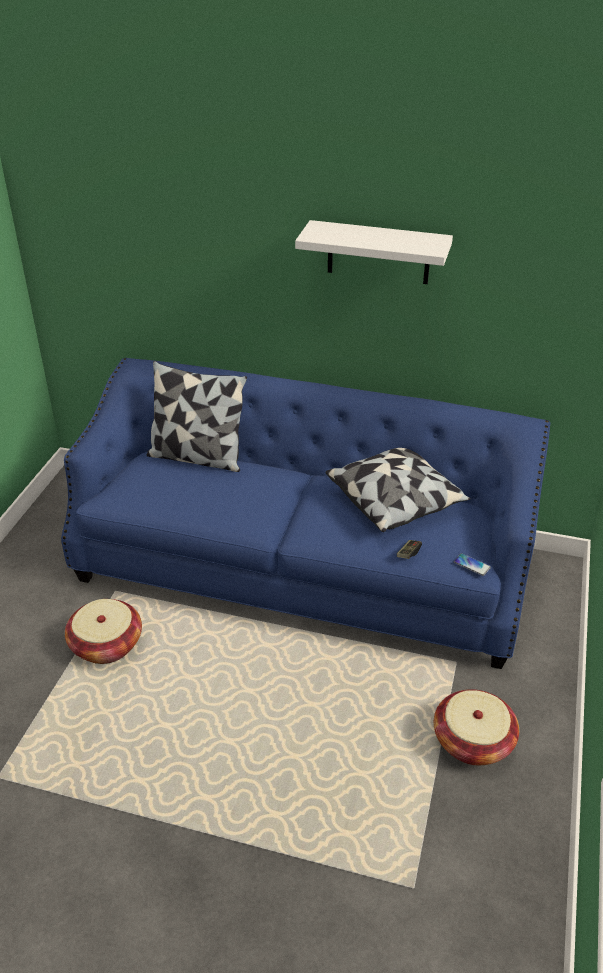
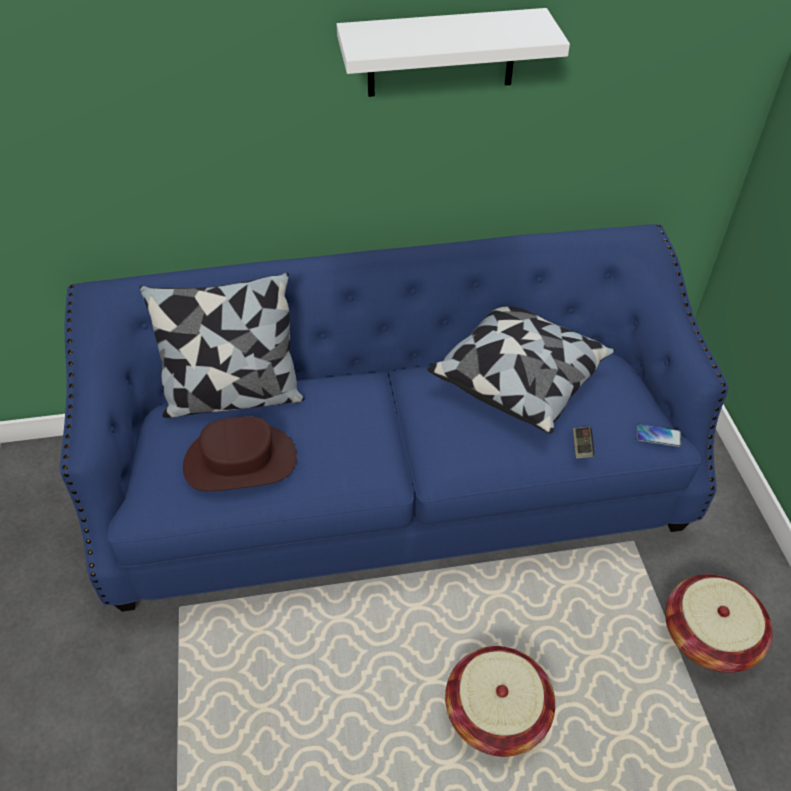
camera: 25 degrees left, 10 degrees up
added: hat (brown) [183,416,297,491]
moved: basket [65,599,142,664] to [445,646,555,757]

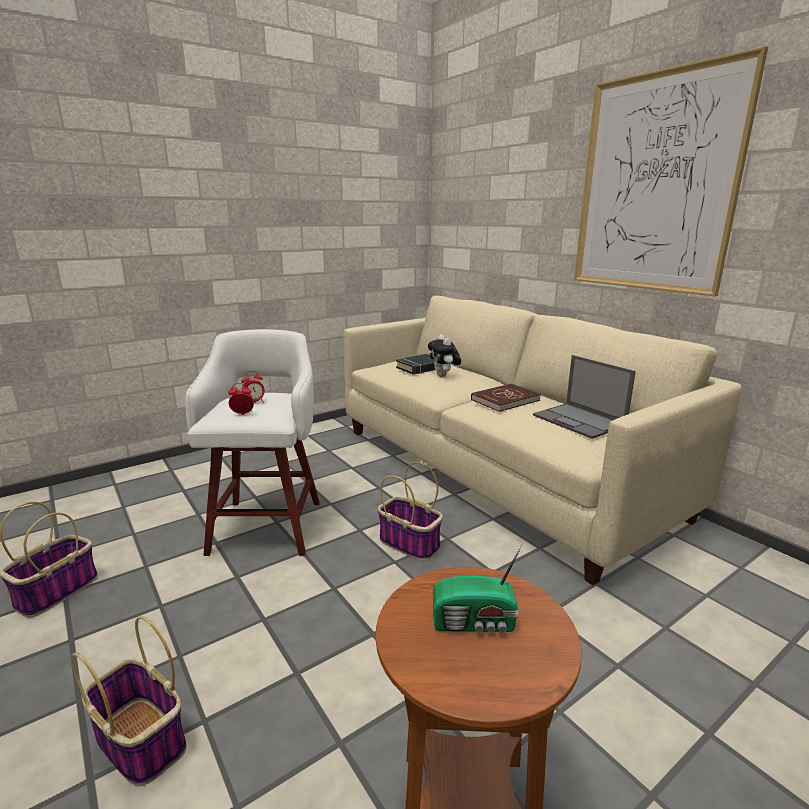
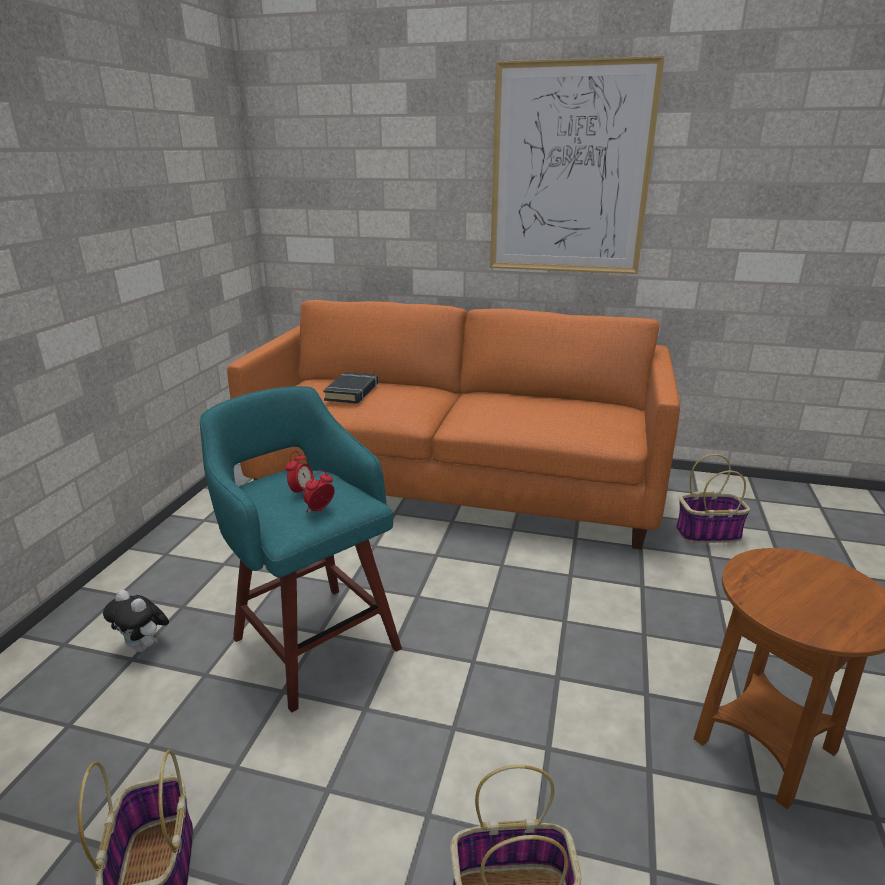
camera: 40 degrees left, 5 degrees up
removed: radio [433,545,522,633]; book (red) [471,384,541,412]; laptop [533,355,636,439]
moved: plush toy [428,334,461,377] to [103,590,169,652]; basket [378,462,443,561] to [676,454,750,543]
recoloured: stool (white) [185,329,320,556] to stool (turquoise) [200,386,402,712]; sofa (beige) [343,296,742,585] to sofa (orange) [227,300,680,550]

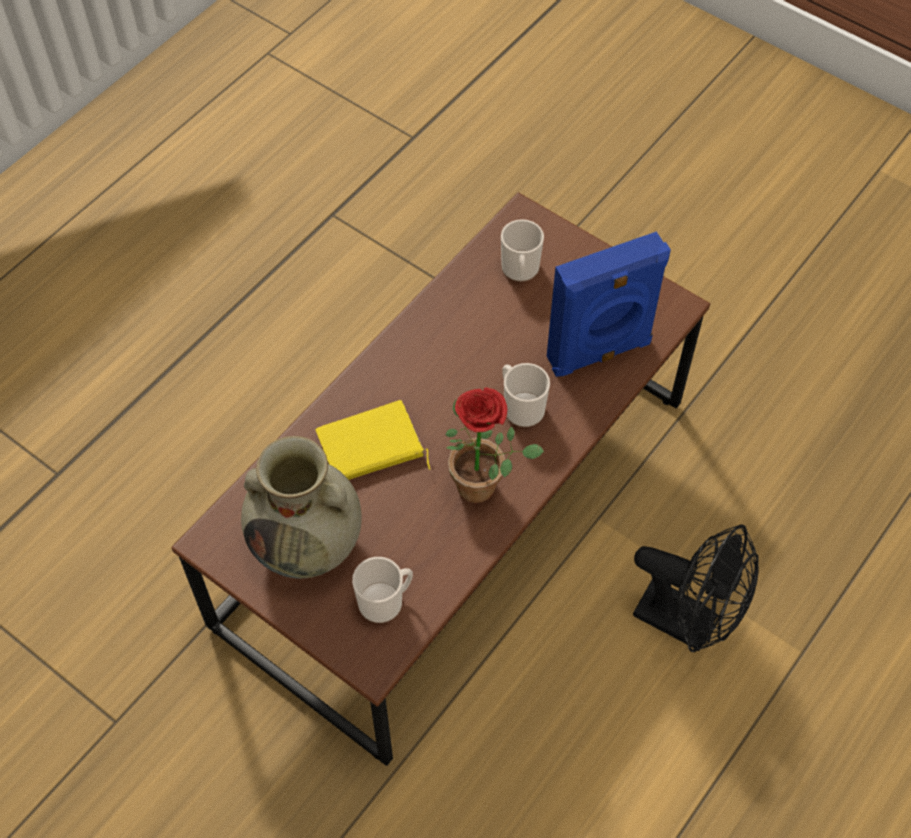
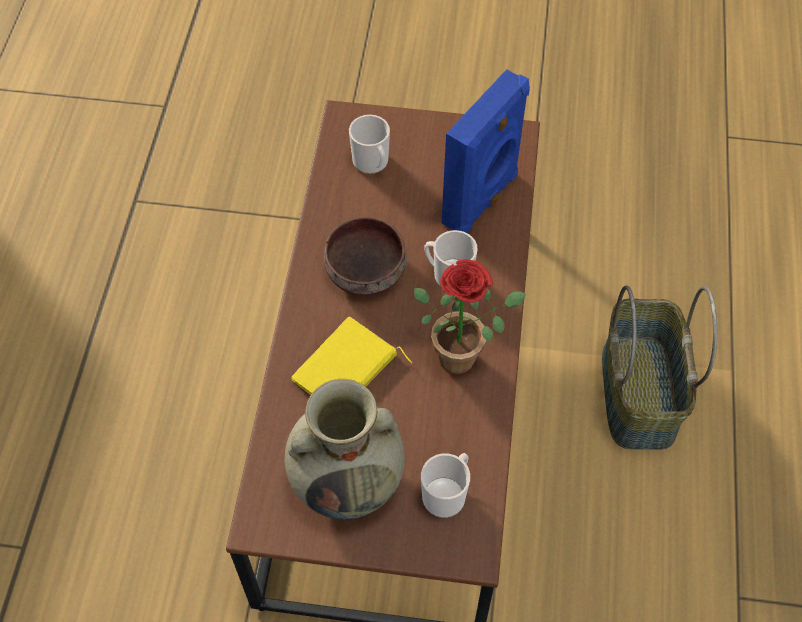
camera: 30 degrees left, 0 degrees up
added: bowl (brown) [324,217,407,296]
replaced: fan (black) [633,524,759,652] to basket [602,286,717,450]

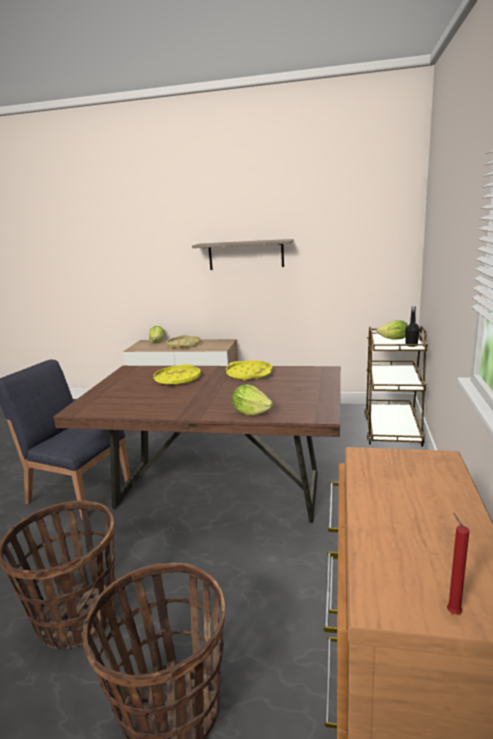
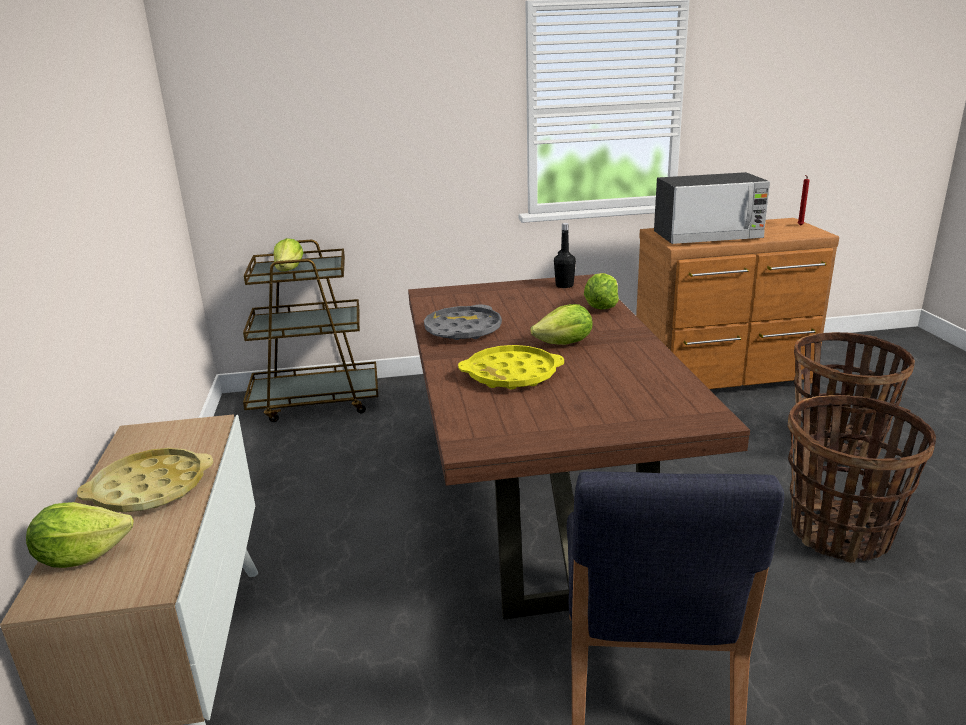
camera: 110 degrees left, 5 degrees up
removed: shelf [192,239,294,270]
added: lettuce [531,304,593,345]; microwave [654,172,770,244]
moved: bottle (black) [405,306,420,347] to [554,223,576,288]
recoloured: tray (yellow) [226,360,273,381] to tray (grey) [424,305,502,340]

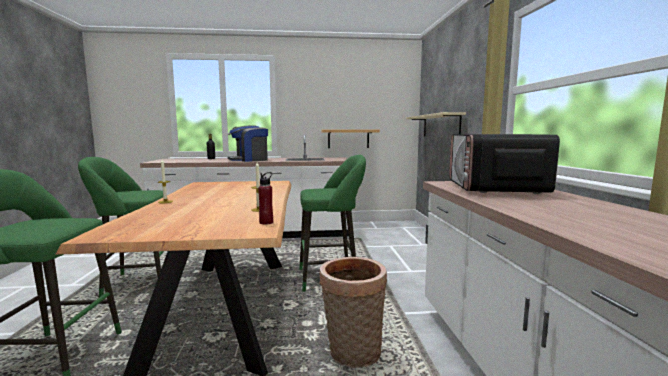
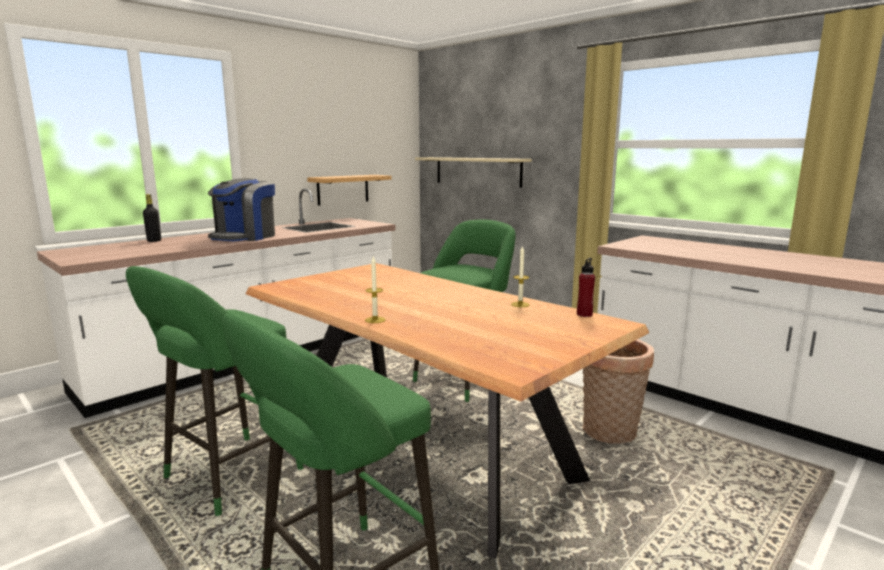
camera: 40 degrees left, 5 degrees up
removed: microwave [449,134,560,194]

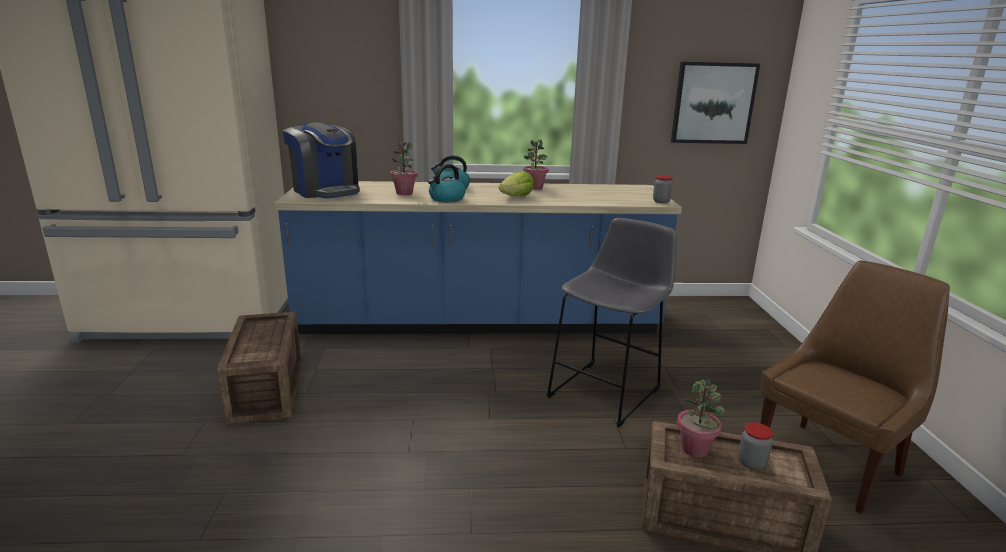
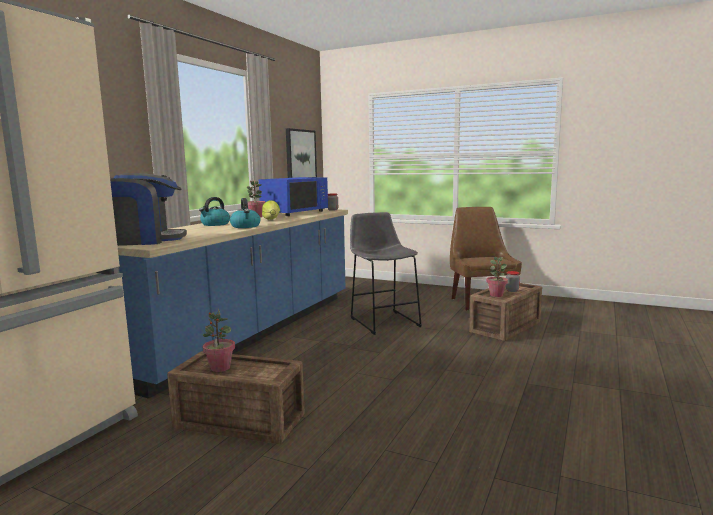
camera: 60 degrees left, 10 degrees down
added: microwave (blue) [259,177,328,216]
moved: potted plant [390,142,418,195] to [202,309,235,372]

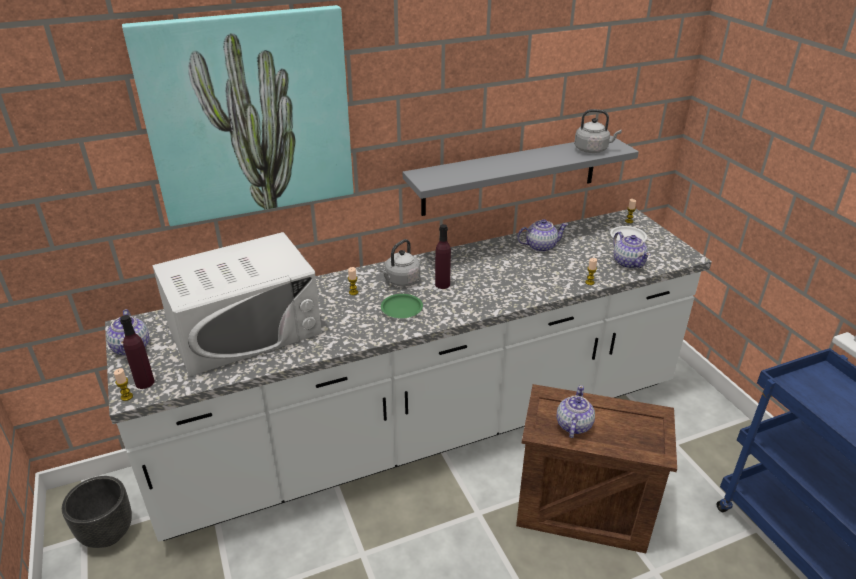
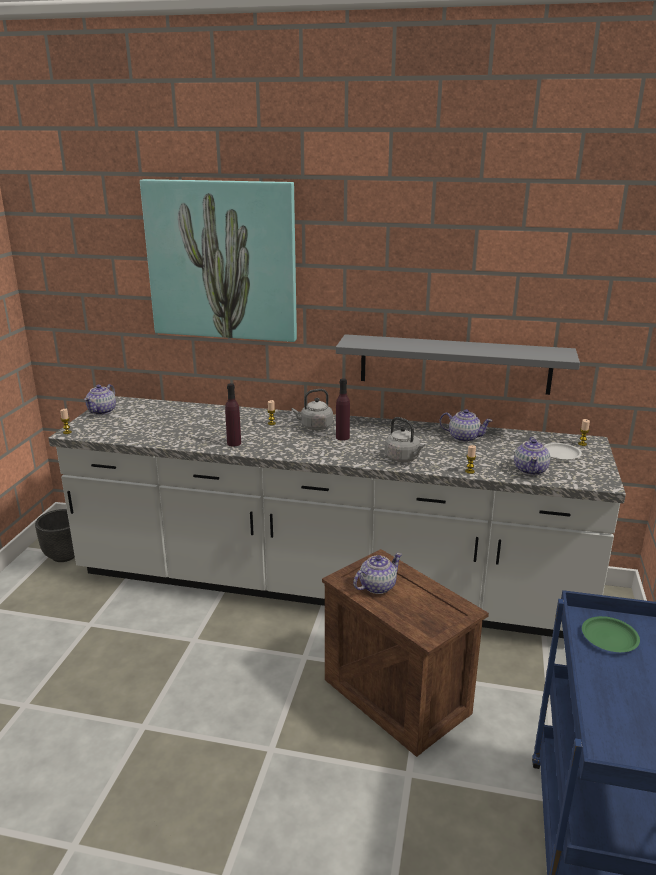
camera: 35 degrees right, 10 degrees down
removed: microwave (white) [152,232,322,377]
moved: bottle (purple) [120,315,155,389] to [225,383,241,447]; kettle (grey) [574,109,622,153] to [385,417,425,462]; plate (green) [381,294,423,318] to [582,616,640,652]

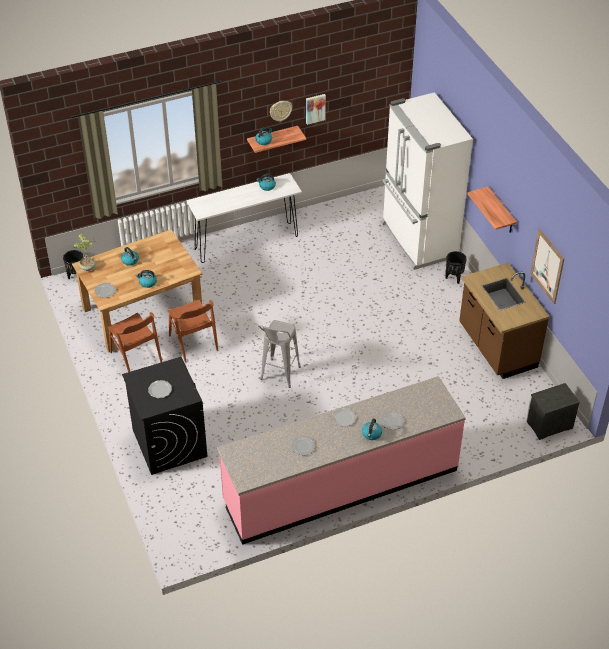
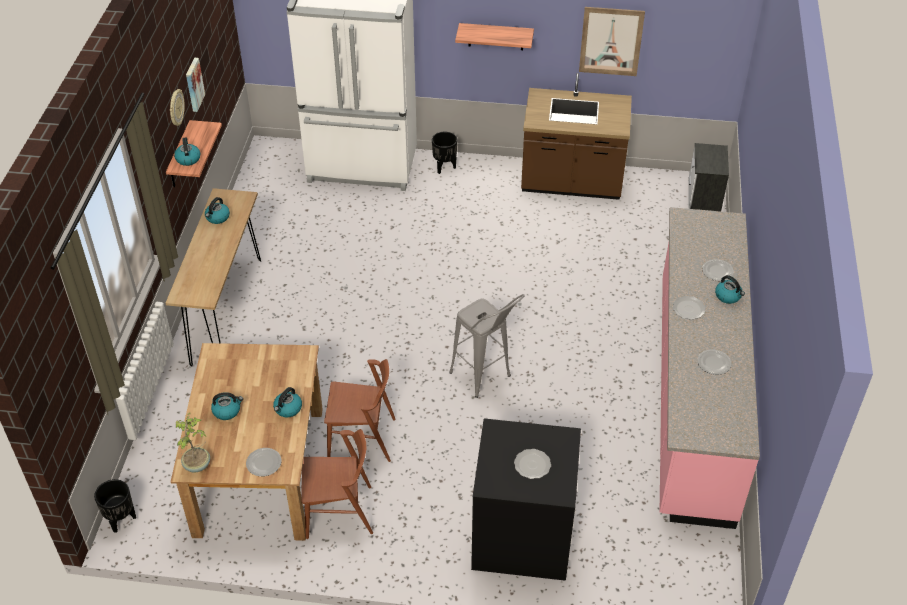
camera: 60 degrees left, 0 degrees up
recoloured: console table (white) [187,173,302,263] to console table (brown) [166,188,261,367]

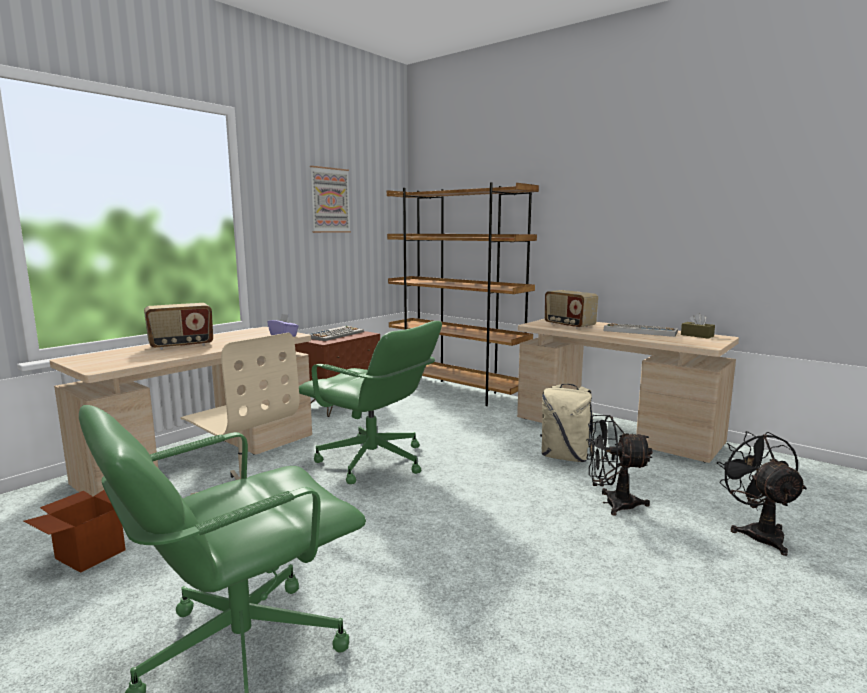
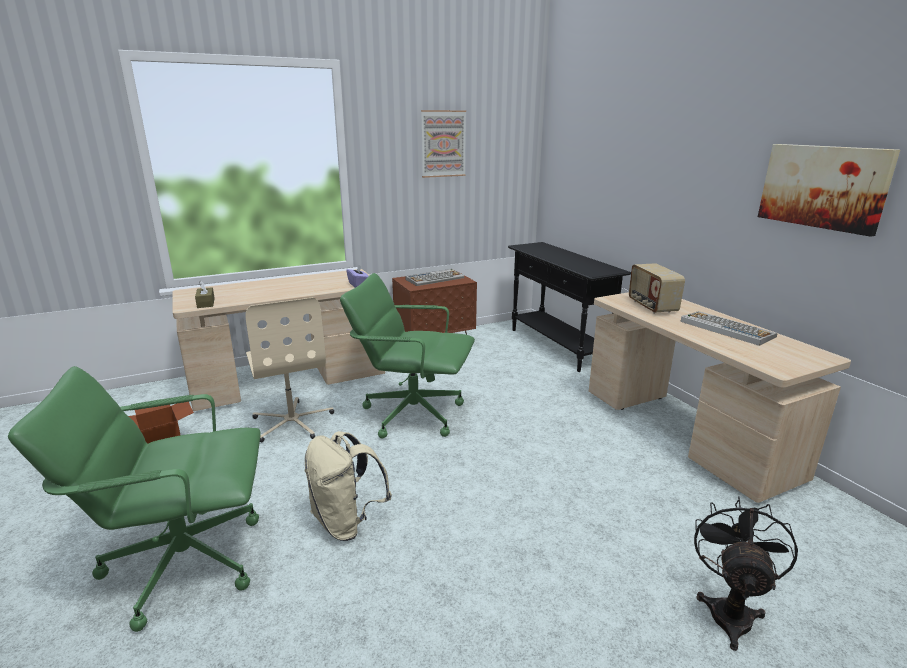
camera: 25 degrees right, 10 degrees up
removed: radio [144,303,213,350]; fan (black) [586,415,652,516]
added: picture [758,144,900,237]
moved: tissue box (brown) [681,313,715,339] to [195,281,215,308]; backpack (beige) [540,383,594,462] to [305,431,392,541]
replaced: bookcase (brown) [387,182,539,406] to console table (black) [508,242,631,372]
turned: office chair (green) [299,321,442,484] = [340,273,475,438] 135 degrees clockwise

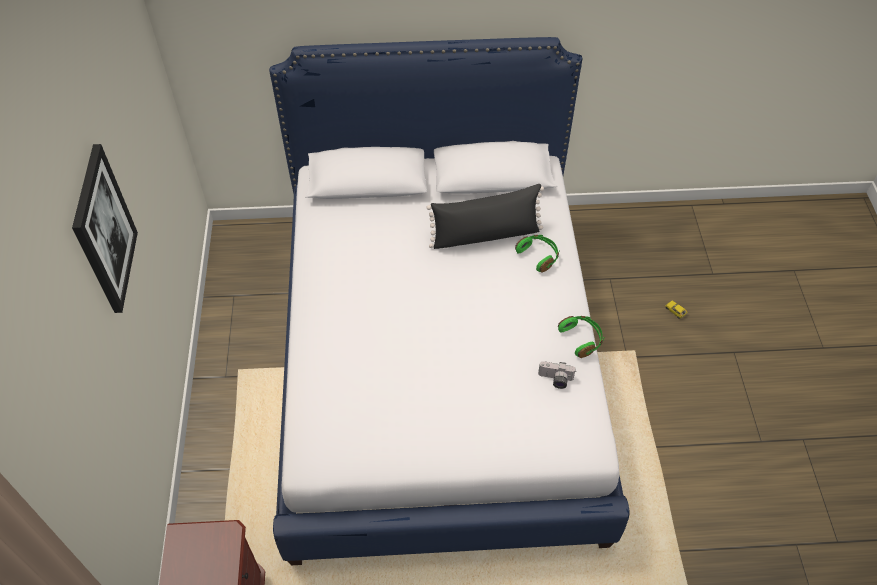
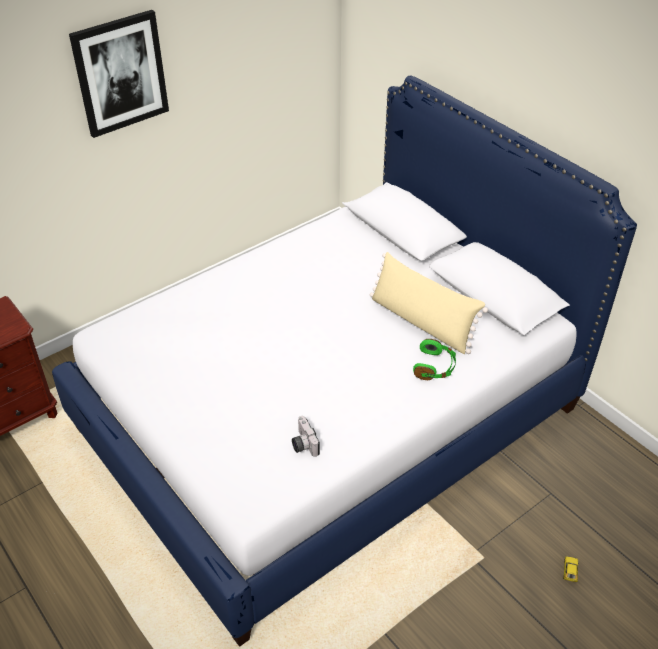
camera: 55 degrees right, 10 degrees down
removed: headphones (green) [558,316,605,358]
recoloured: pillow (black) [426,184,544,249] to pillow (beige) [370,252,488,354]

